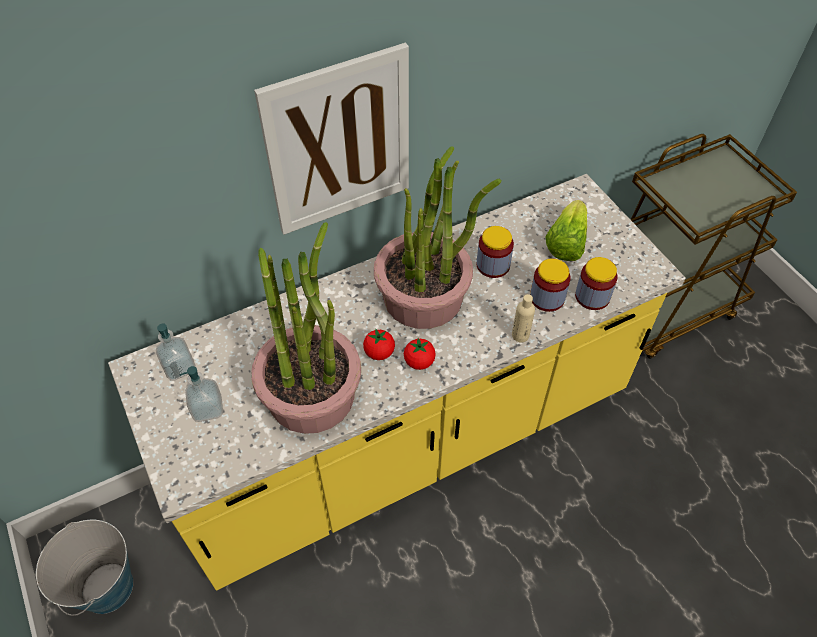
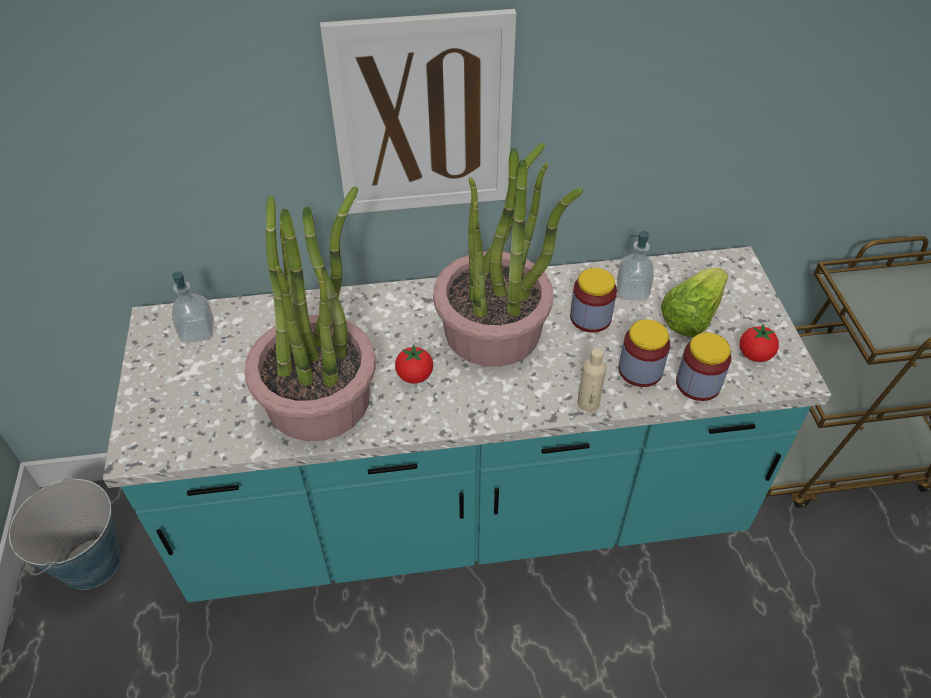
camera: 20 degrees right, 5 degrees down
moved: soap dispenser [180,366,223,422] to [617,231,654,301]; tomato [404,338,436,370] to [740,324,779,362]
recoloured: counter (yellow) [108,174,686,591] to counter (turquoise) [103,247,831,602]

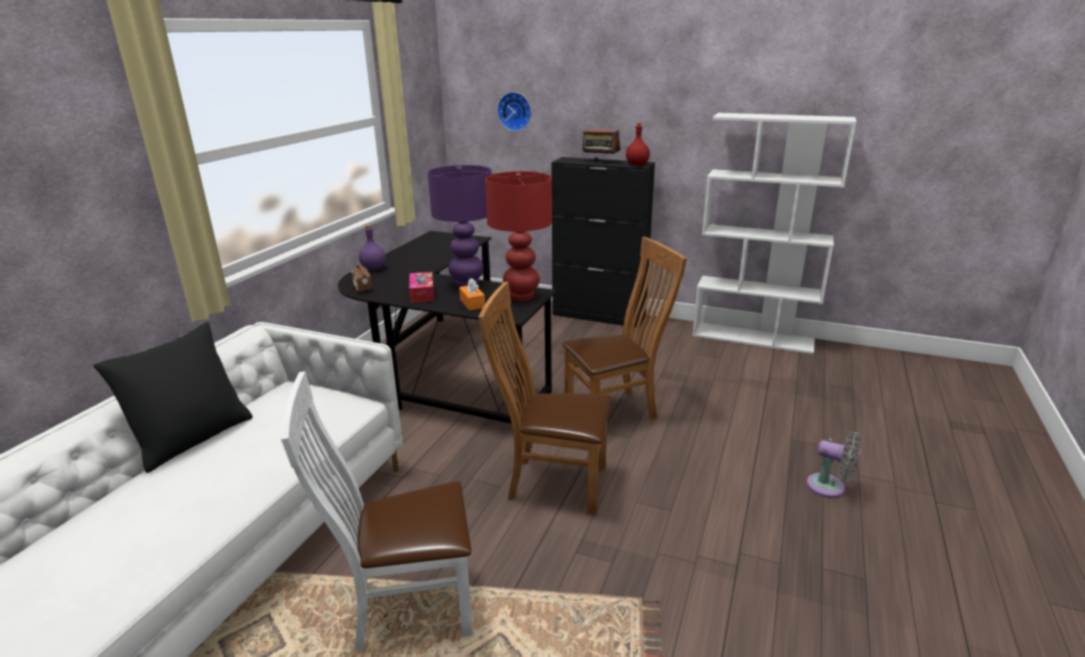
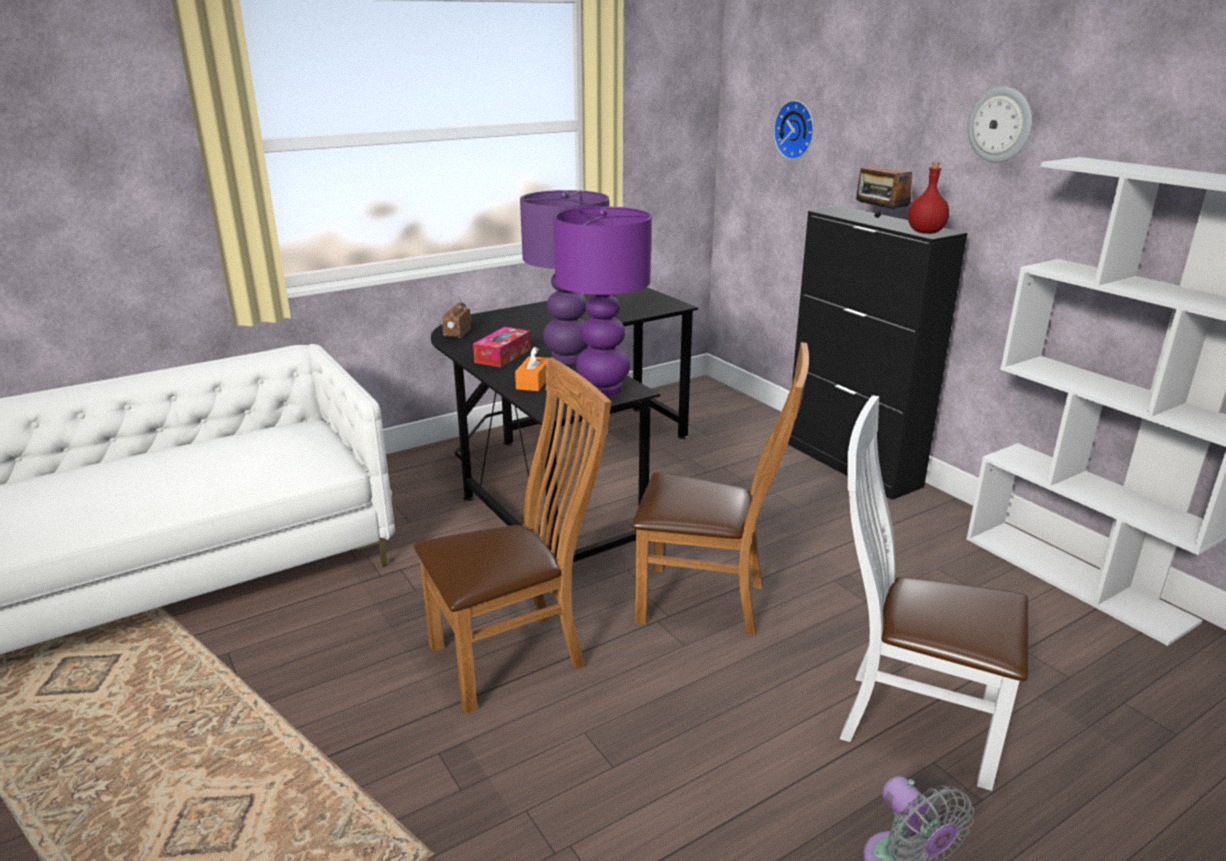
camera: 35 degrees right, 0 degrees up
removed: pillow (black) [93,322,253,473]; bottle (purple) [359,225,386,270]
added: wall clock [968,87,1032,162]
moved: chair (white) [281,371,473,651] to [840,395,1028,791]
recoloured: table lamp (red) [485,171,552,301] to table lamp (purple) [553,206,652,397]
turned: chair (brown) [478,282,612,515] = [414,358,611,714] 105 degrees clockwise

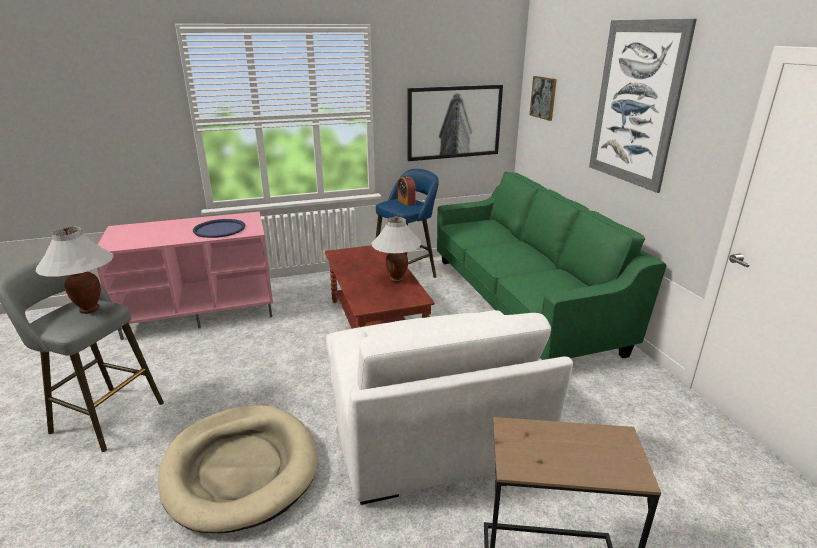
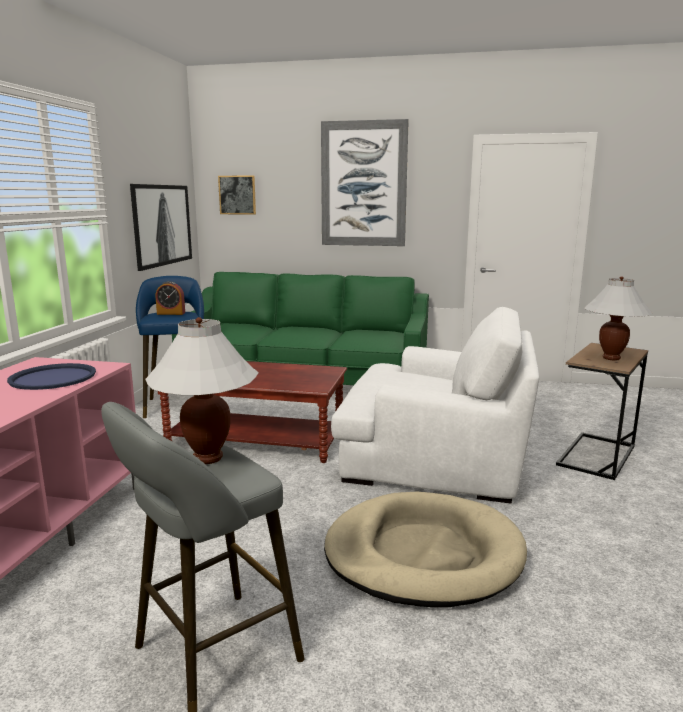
camera: 60 degrees left, 10 degrees down
moved: table lamp (white) [371,217,422,283] to [584,276,652,360]

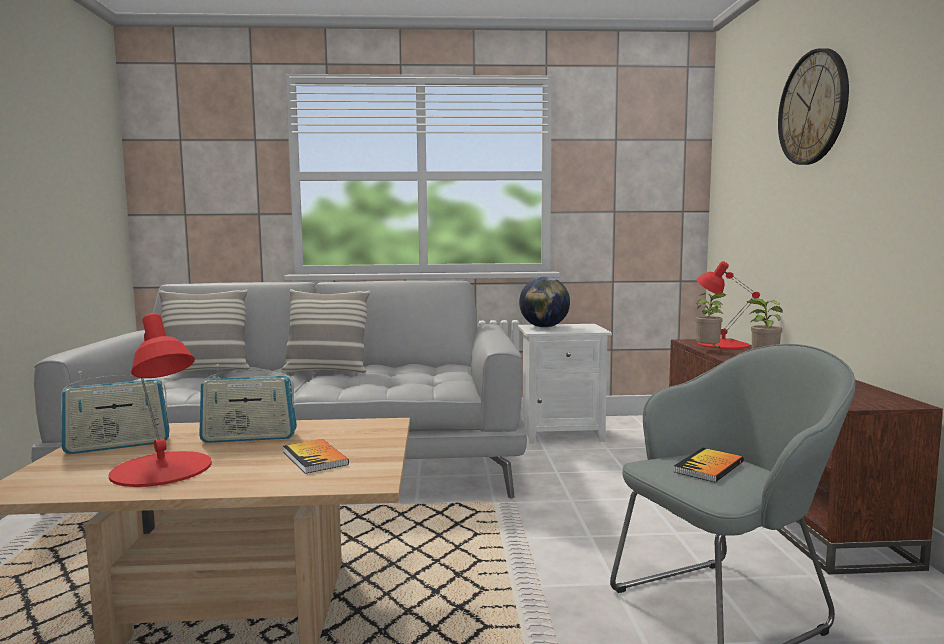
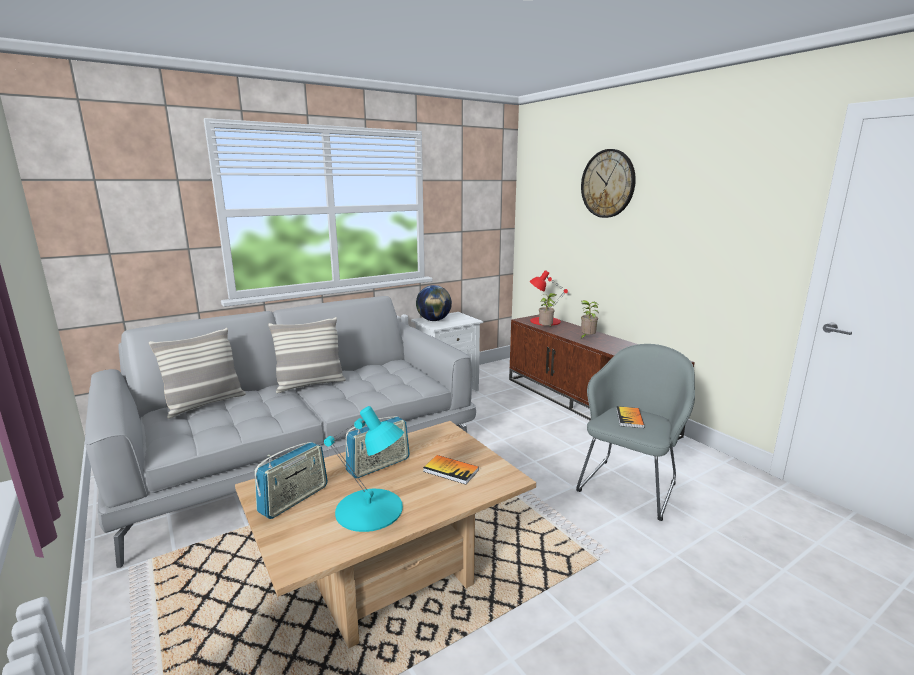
camera: 30 degrees left, 10 degrees up
recoloured: table lamp (red) [109,313,212,487] to table lamp (turquoise) [324,406,404,532]

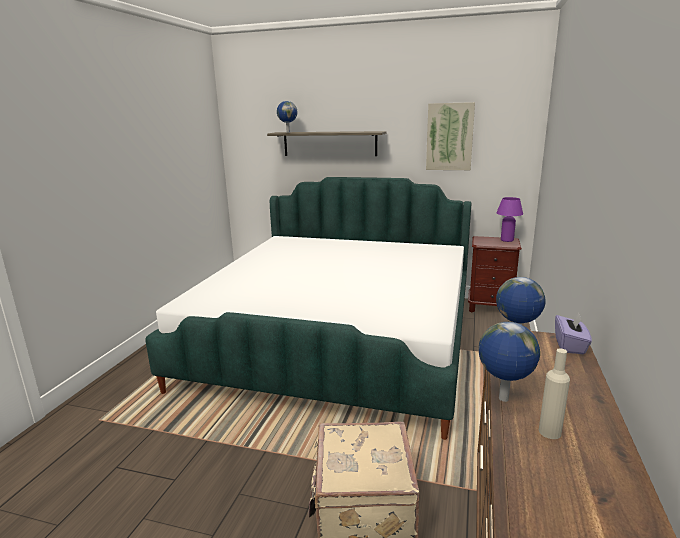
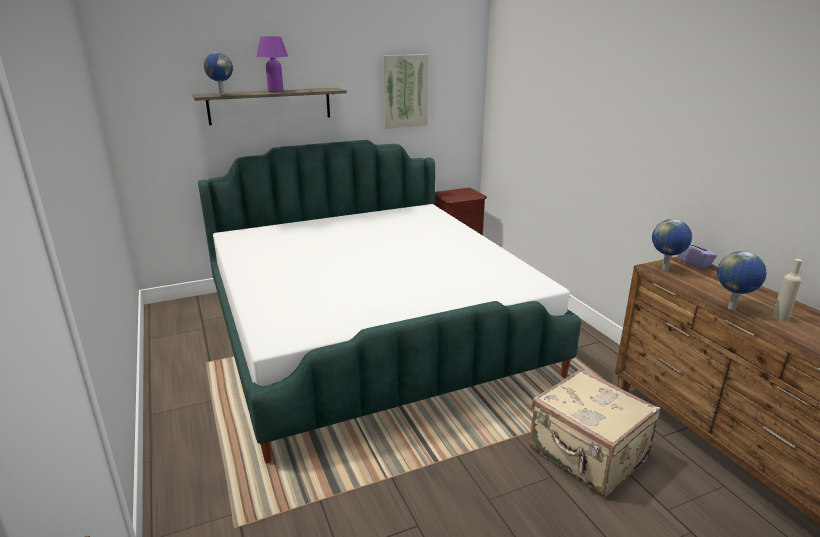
camera: 40 degrees left, 5 degrees up
moved: table lamp (purple) [497,197,523,242] to [257,37,288,93]

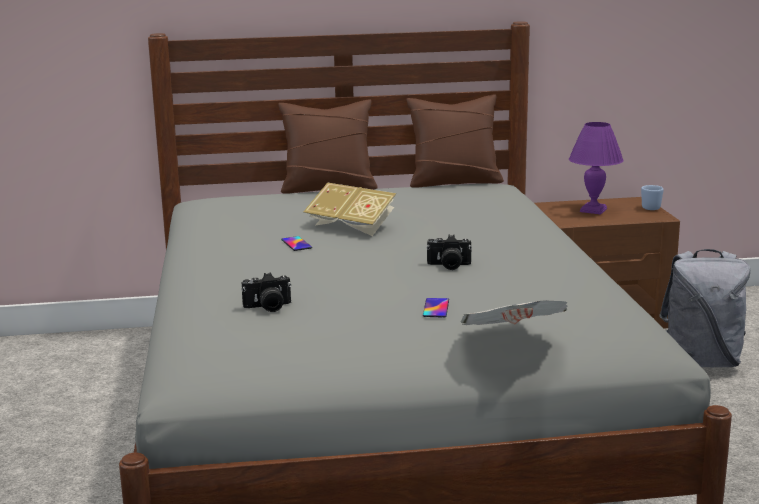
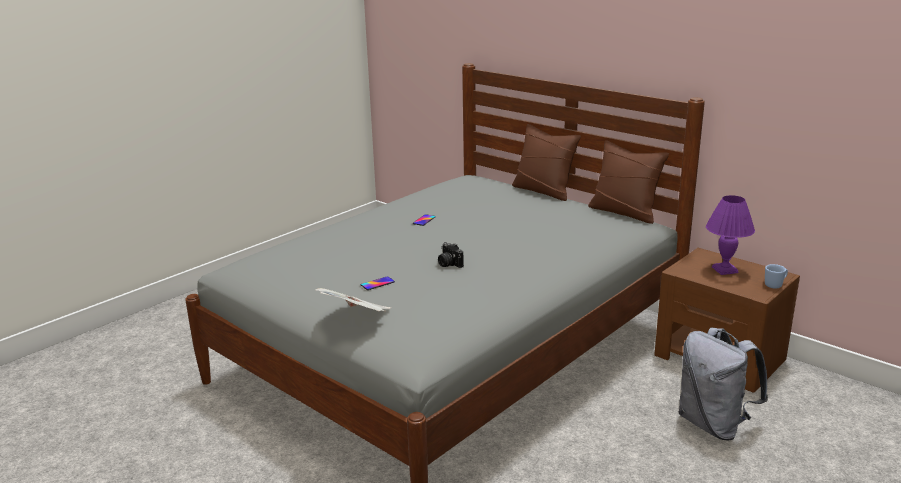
camera: 50 degrees right, 5 degrees up
removed: photo camera [242,272,291,312]; book [303,183,396,236]

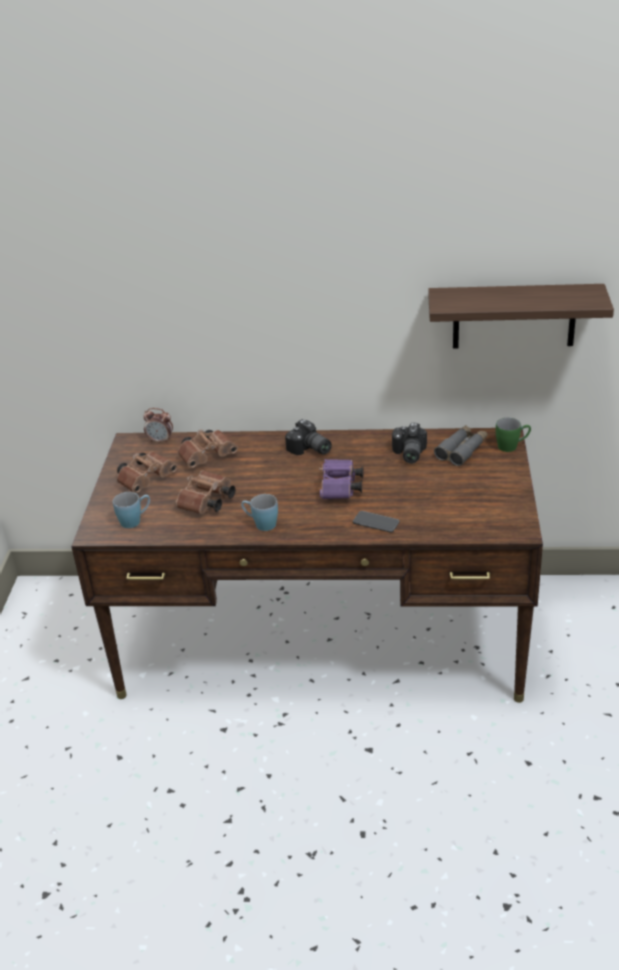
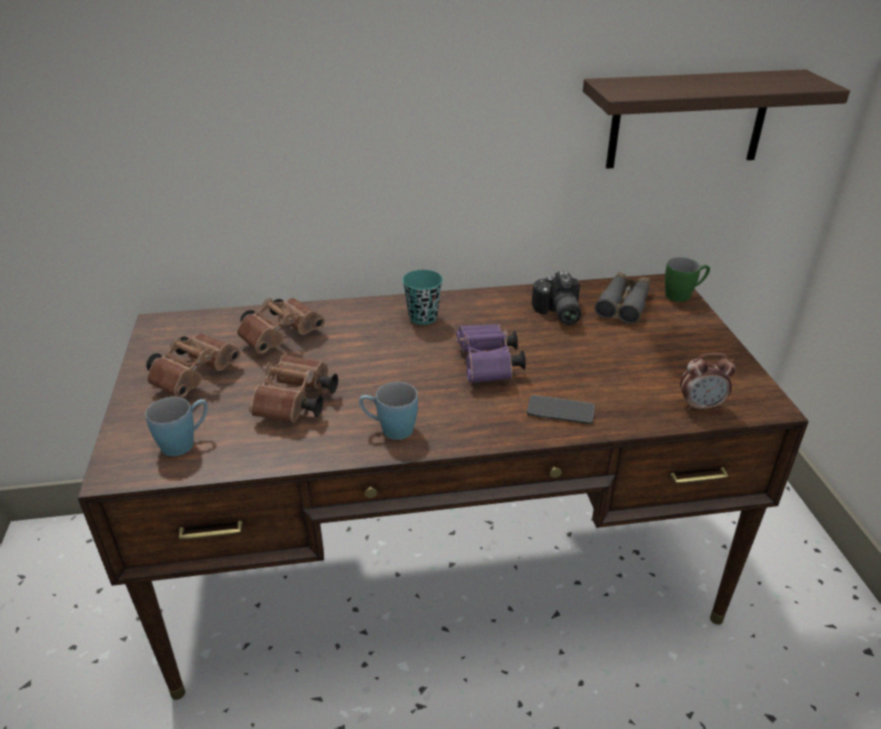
camera: 15 degrees left, 0 degrees up
moved: alarm clock [143,408,173,444] to [680,353,735,410]
replaced: photo camera [285,419,332,455] to cup (turquoise) [402,270,443,325]

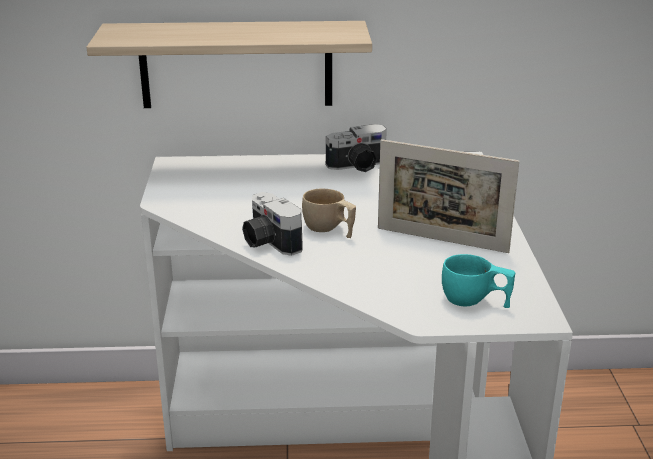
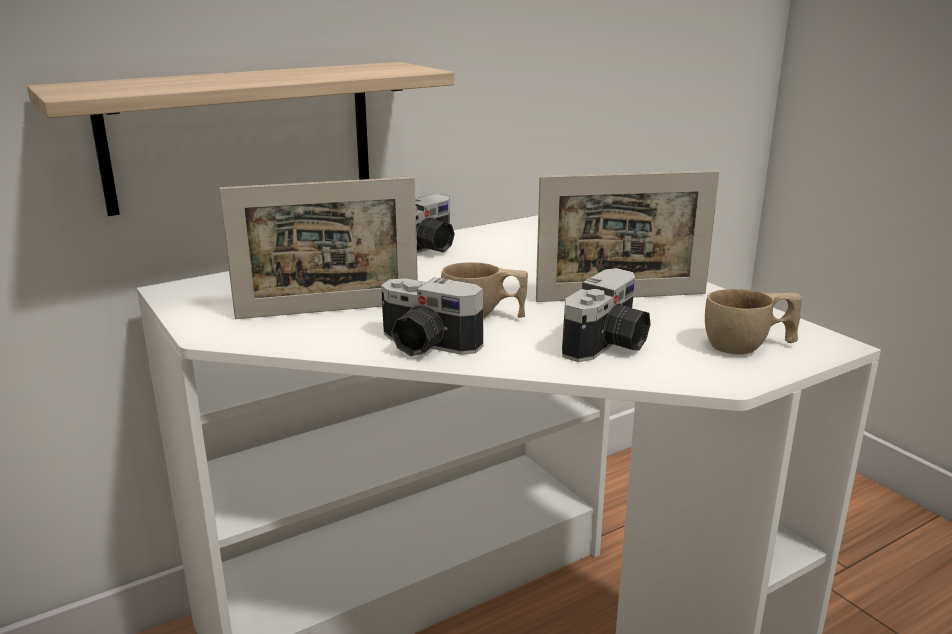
camera: 30 degrees left, 5 degrees down
added: picture frame [219,177,418,319]; photo camera [562,268,651,362]
recoloured: cup (turquoise) [442,254,515,308] to cup (beige) [705,289,802,354]

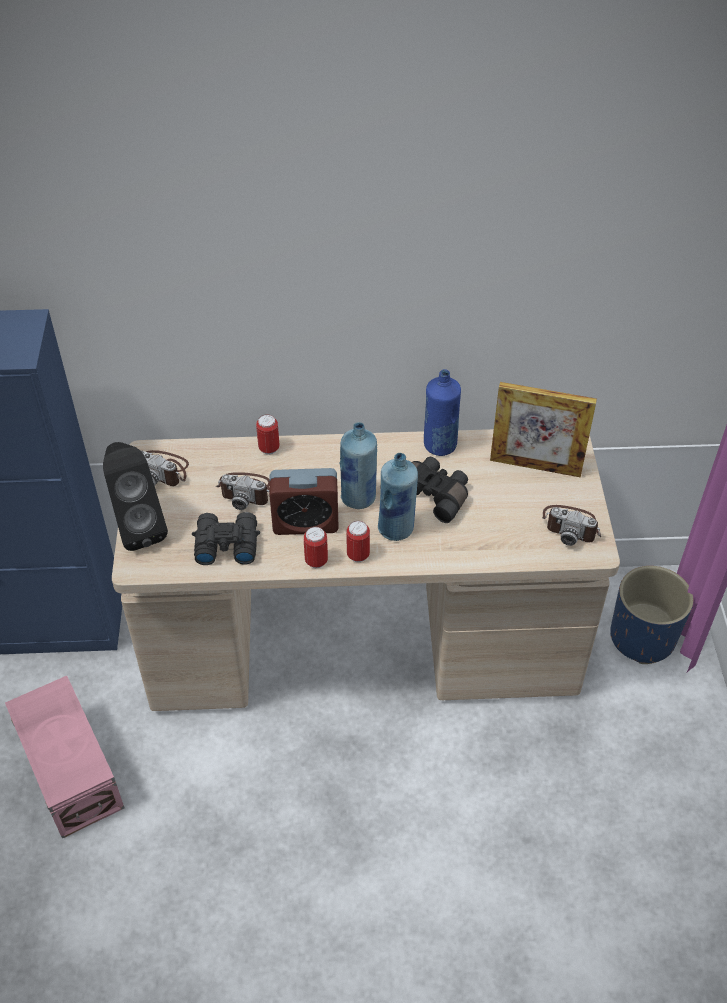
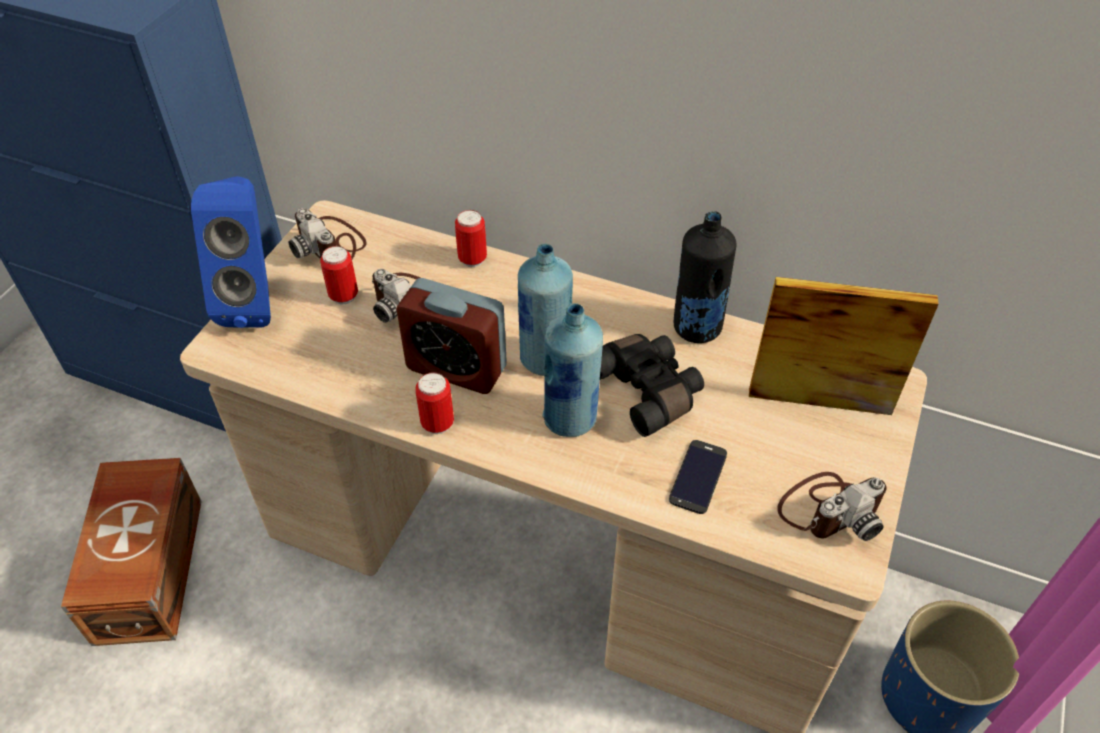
camera: 25 degrees right, 0 degrees up
removed: binoculars (black) [192,512,260,565]
added: phone [669,440,727,514]
moved: can [346,521,370,562] to [320,246,358,304]
recoloured: storage box (pink) [5,676,125,838] to storage box (brown) [61,458,202,646]; speaker (black) [103,442,168,551] to speaker (blue) [191,176,271,328]; bottle (blue) [424,369,461,456] to bottle (black) [674,211,737,343]
turned: picture frame [490,382,597,477] = [749,277,939,415] 150 degrees clockwise; photo camera [542,505,601,546] = [777,472,887,541] 75 degrees counterclockwise

